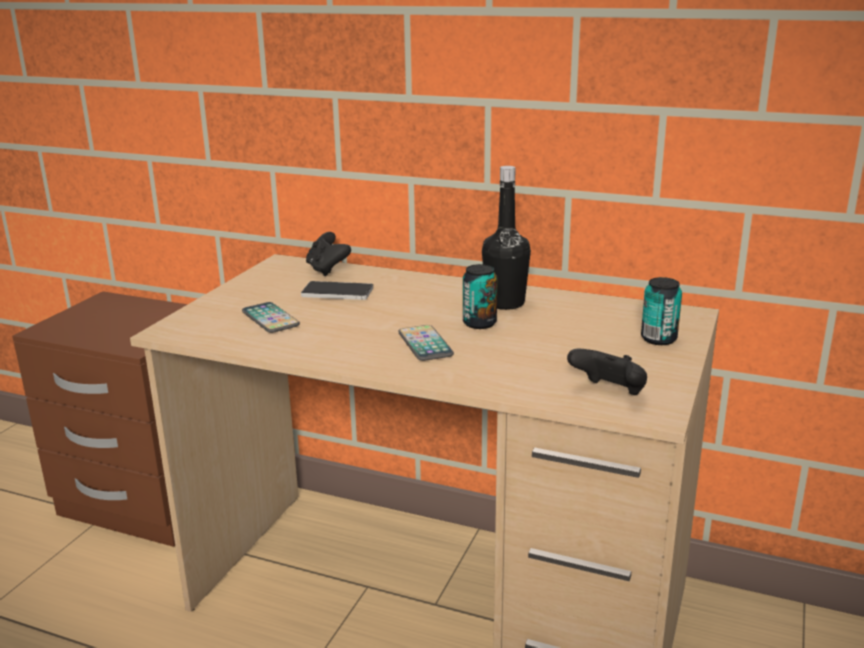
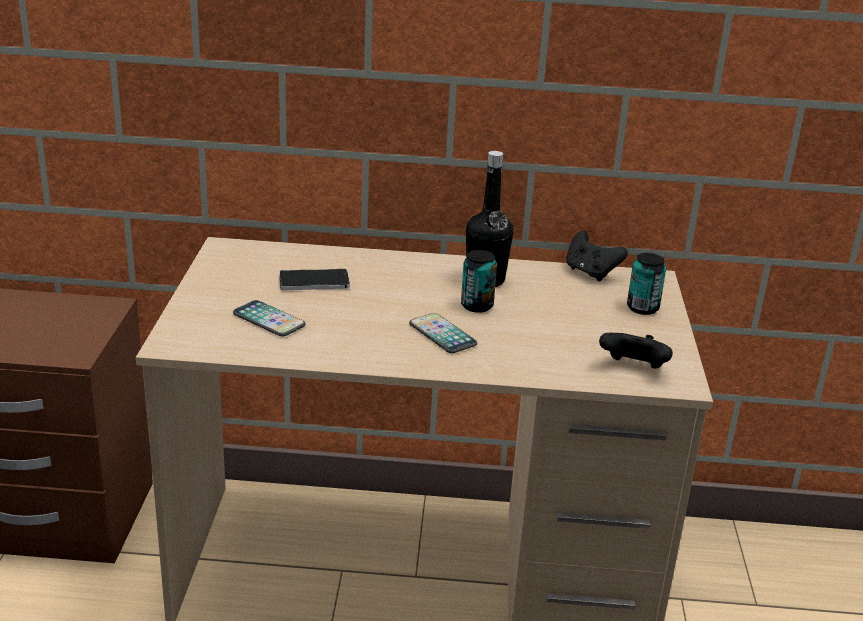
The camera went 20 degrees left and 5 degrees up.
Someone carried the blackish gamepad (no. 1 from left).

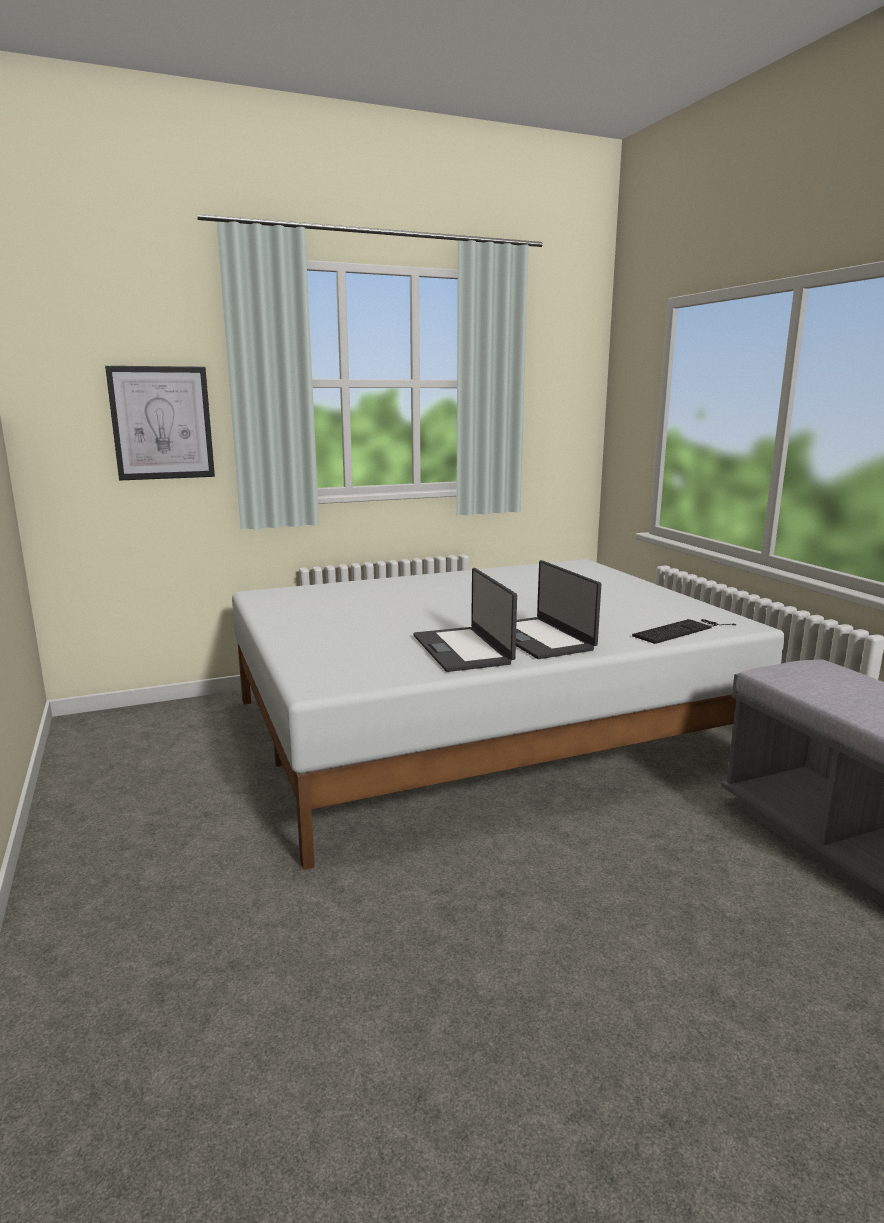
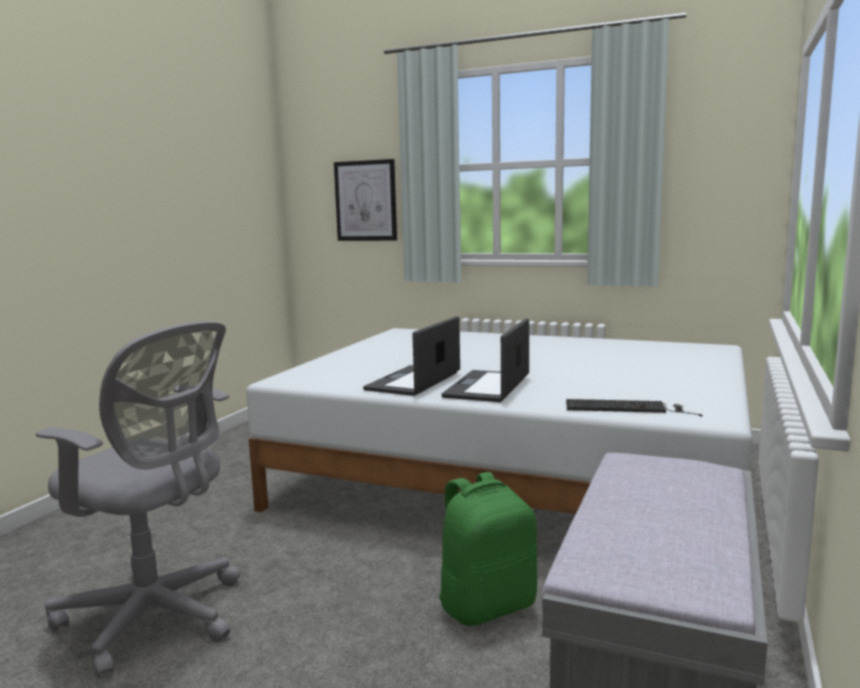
The camera went 45 degrees right and 5 degrees down.
Someone put down the gray desk chair.
Someone put down the green-coloured knapsack.

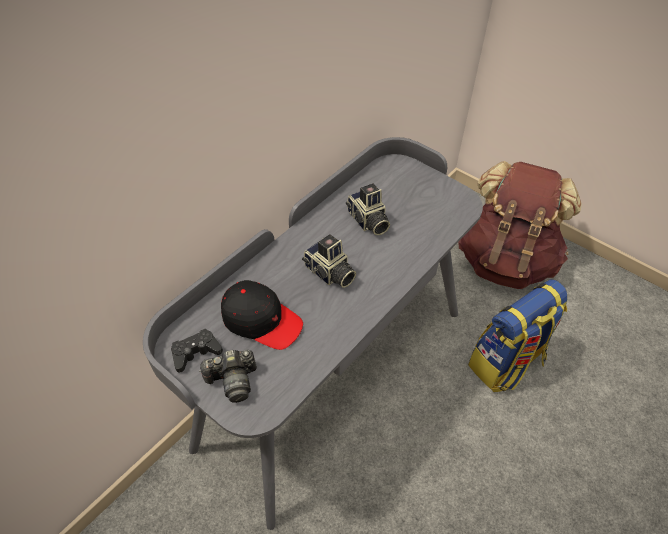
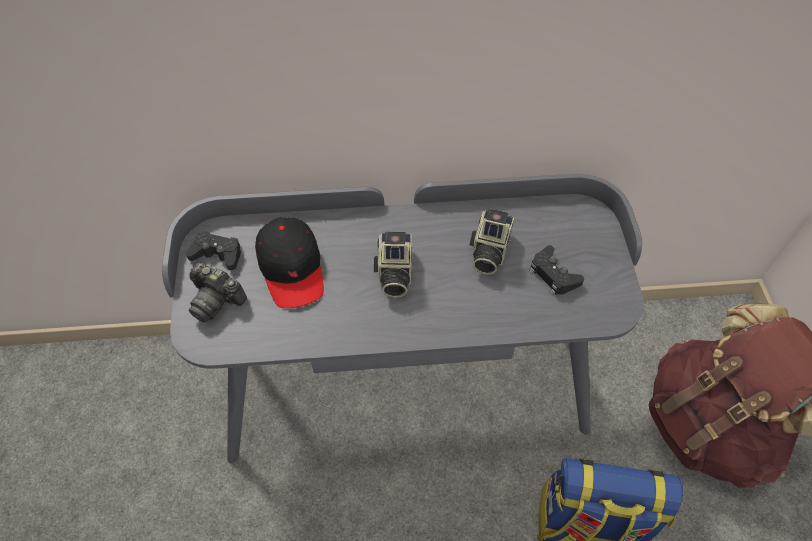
The camera went 45 degrees right and 5 degrees up.
Someone put down the blackish gamepad (no. 2 from left).

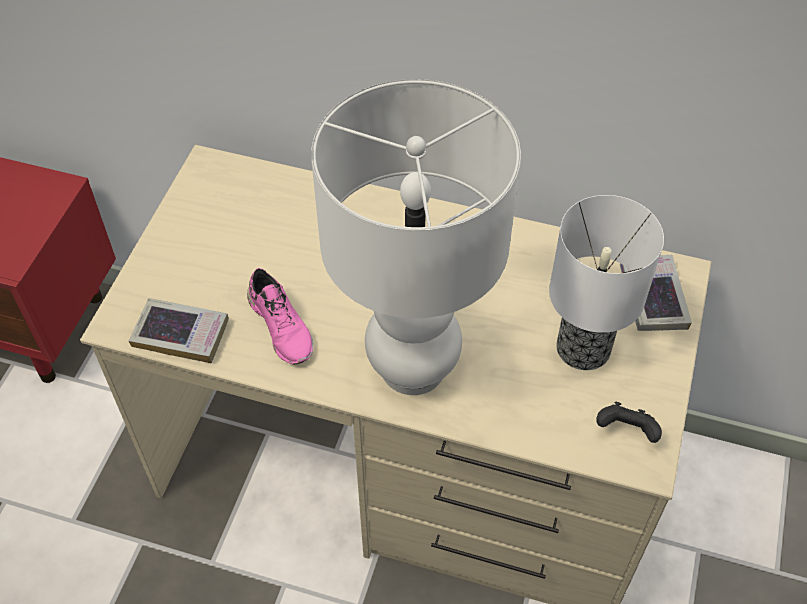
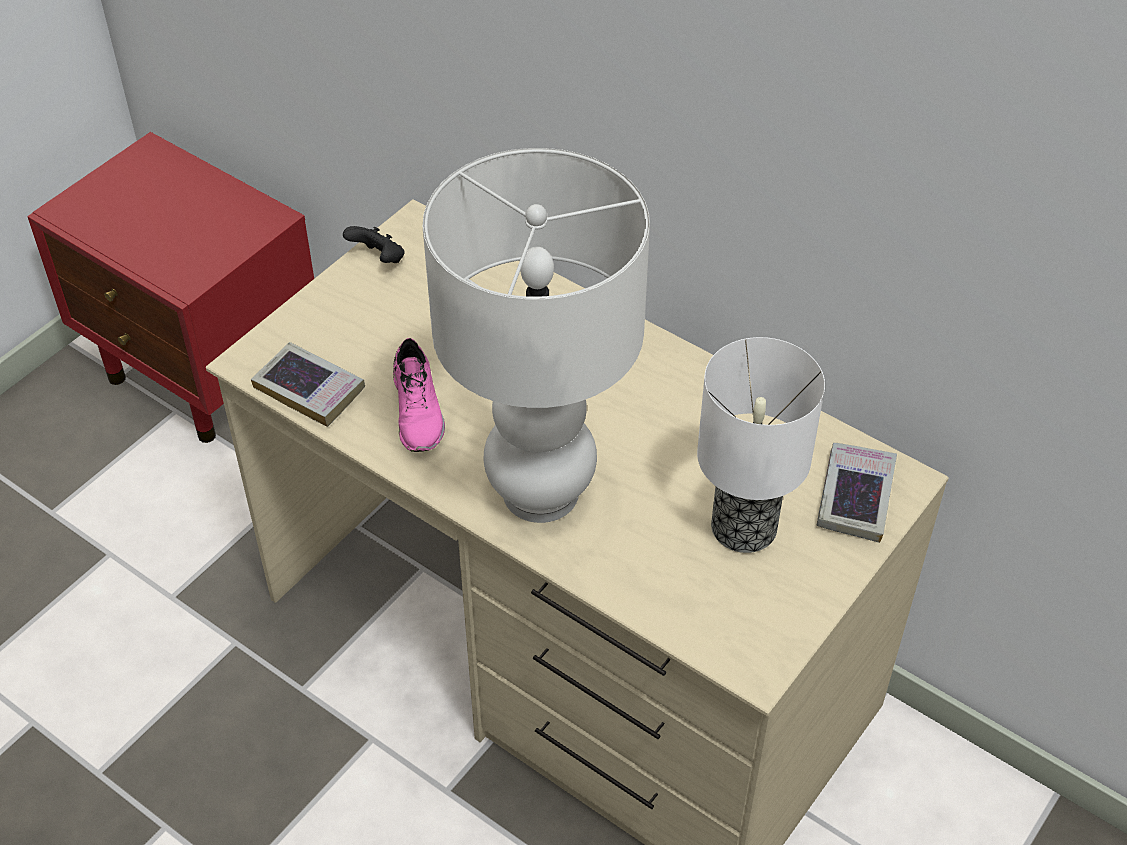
The camera went 20 degrees right and 5 degrees down.
Someone carried the blackish gamepad.

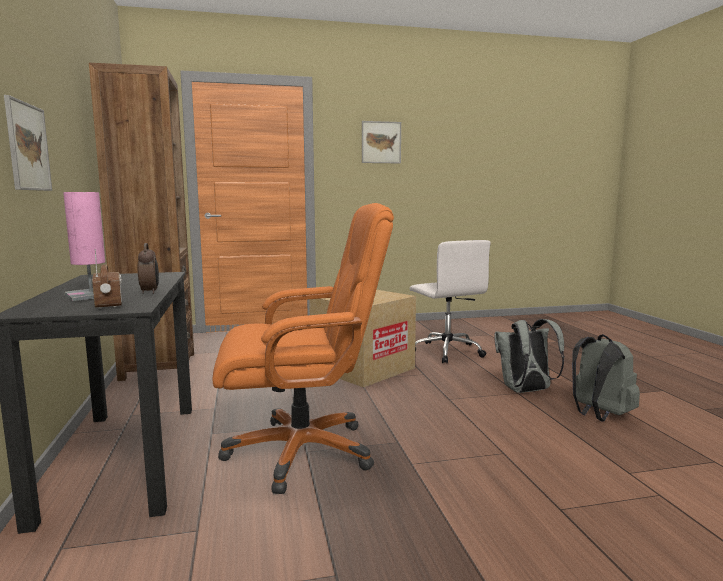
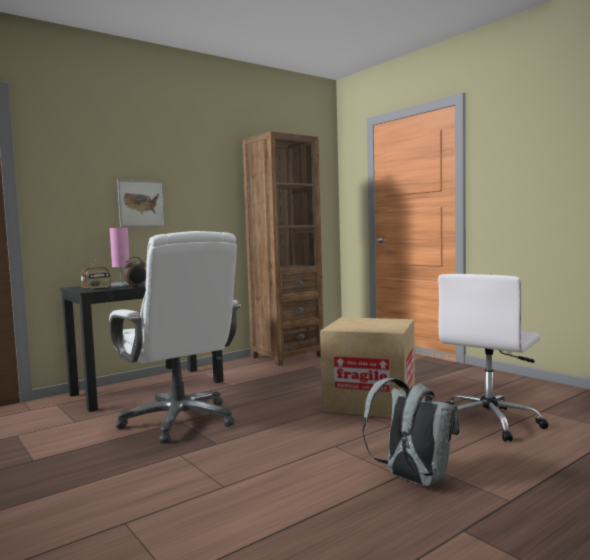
The camera went 65 degrees right and 5 degrees down.
Someone repainted the orangey desk chair, which became the white-coloured desk chair (no. 1 from left).
Someone took away the wall art (no. 2 from left).
Someone took away the gray knapsack (no. 2 from left).

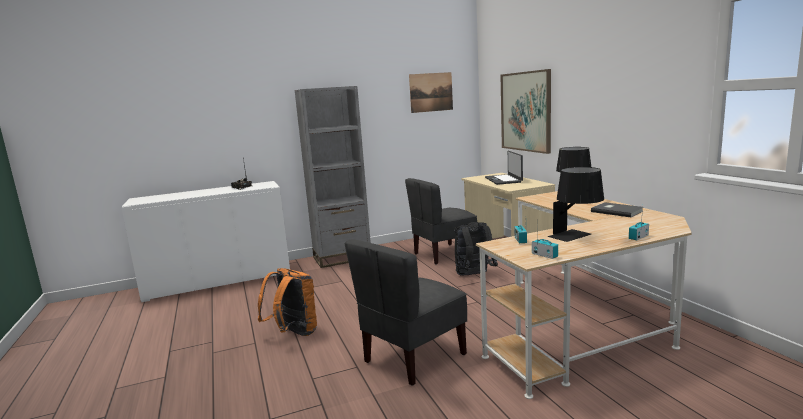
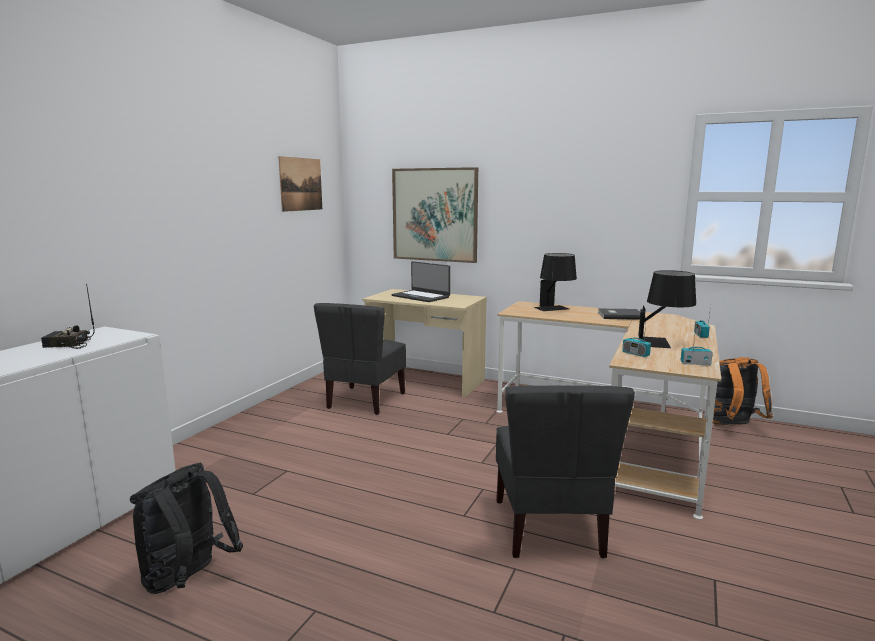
The camera went 45 degrees left and 0 degrees up.
Someone carried the blackish knapsack.
Someone carried the orangey knapsack.
Someone took away the gray shelving unit.

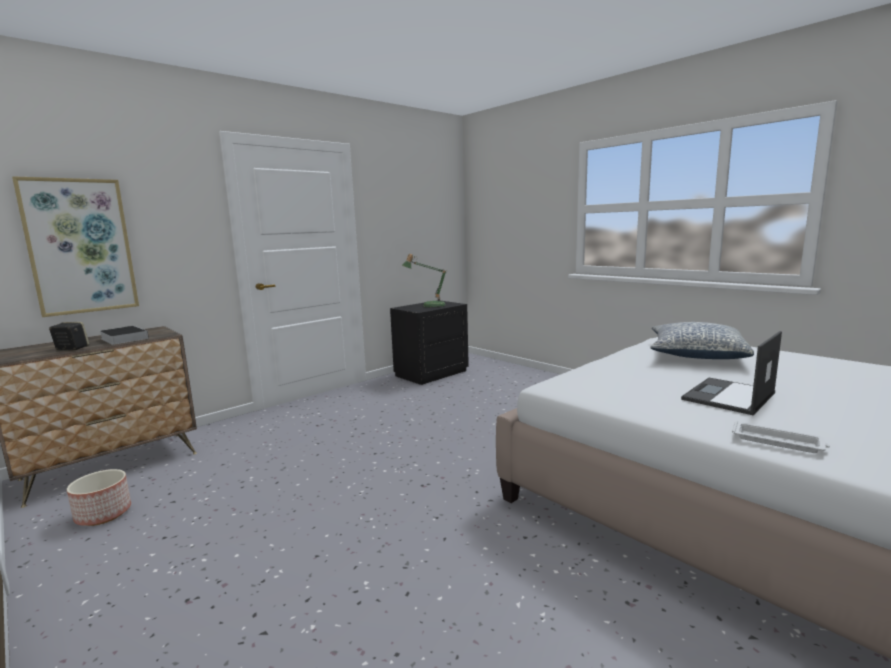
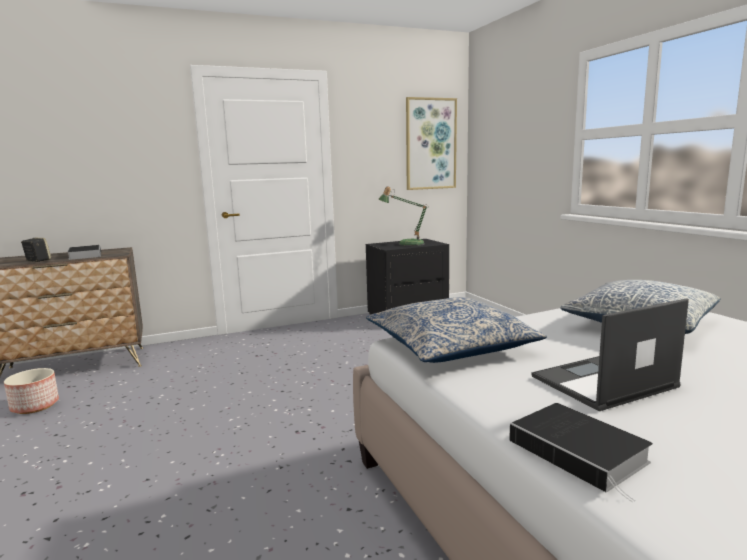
The camera went 20 degrees right and 0 degrees up.
Someone put down the pillow (no. 1 from left).
Someone carried the wall art.
Someone swapped the white-coloured tray for the book (no. 2 from left).

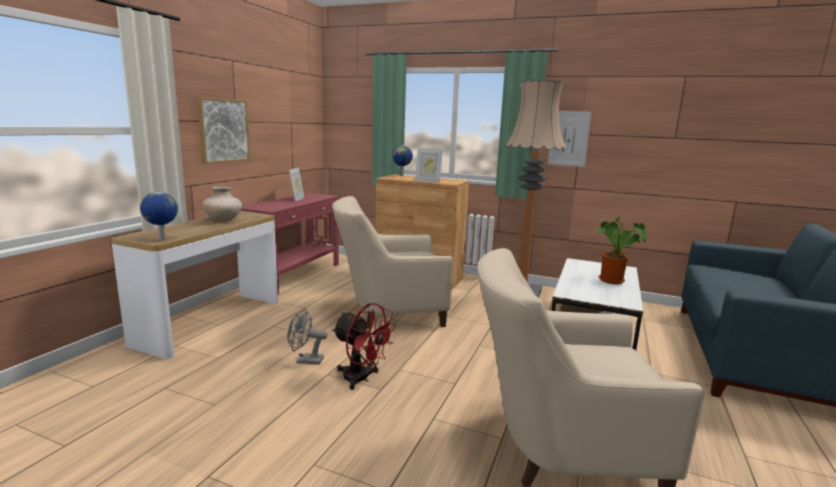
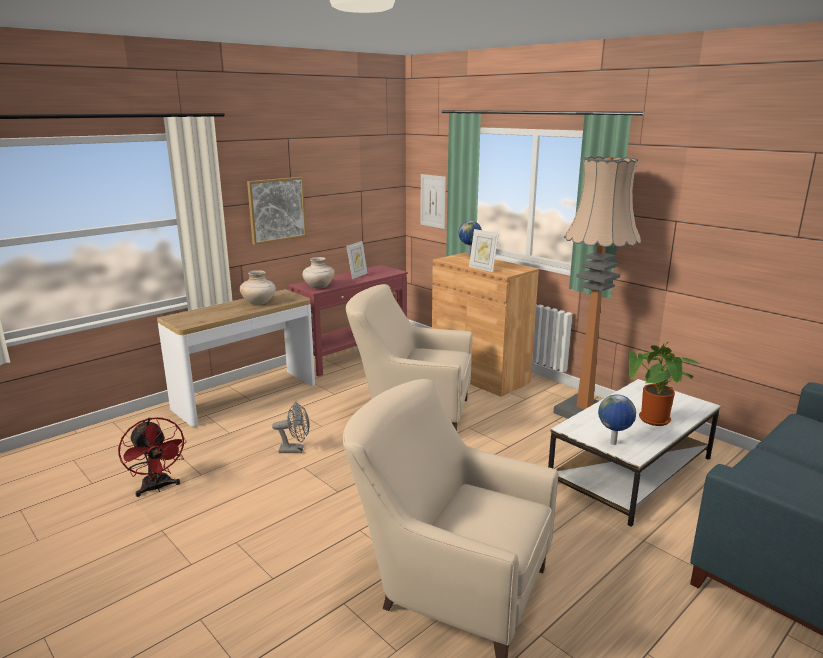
The camera went 25 degrees right and 5 degrees up.
Someone carried the reddish cooling fan.
Someone rotated the gray cooling fan by 150 degrees clockwise.
Someone put down the sand-coloured vase (no. 2 from left).
Someone carried the wall art (no. 2 from left).
Someone carried the world globe (no. 1 from left in the first image).

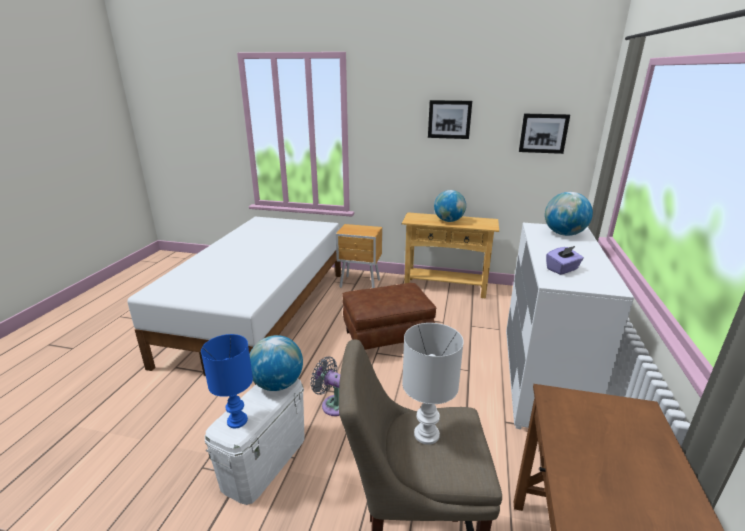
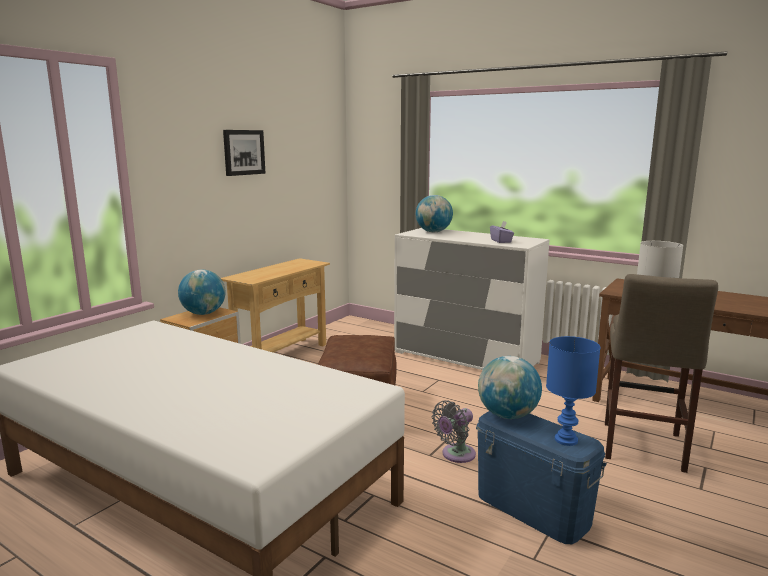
The camera went 70 degrees left and 10 degrees down.
Someone carried the world globe (no. 2 from left in the first image).
Someone repainted the white-coloured storage box, which became the bluish storage box.
Someone took away the wall art (no. 2 from left).

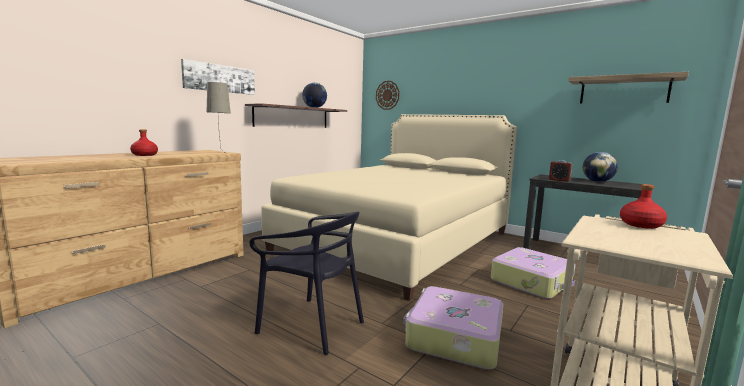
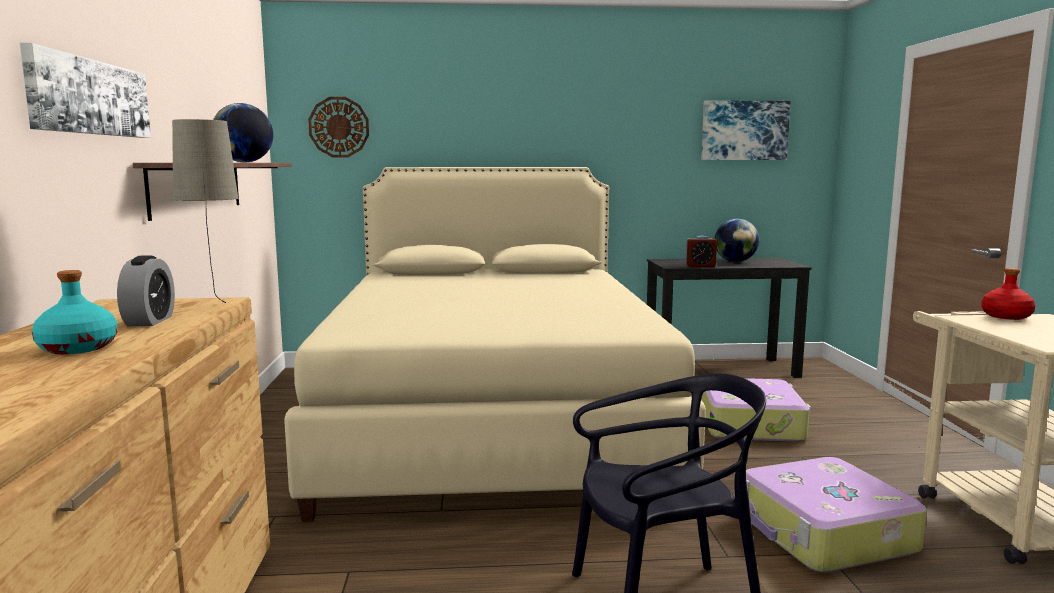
The camera went 40 degrees left and 0 degrees up.
Someone repainted the reddish drink bottle (no. 1 from left), which became the turquoise drink bottle.
Someone put down the alarm clock (no. 1 from left).
Someone swapped the shelf (no. 2 from left) for the wall art (no. 2 from left).

